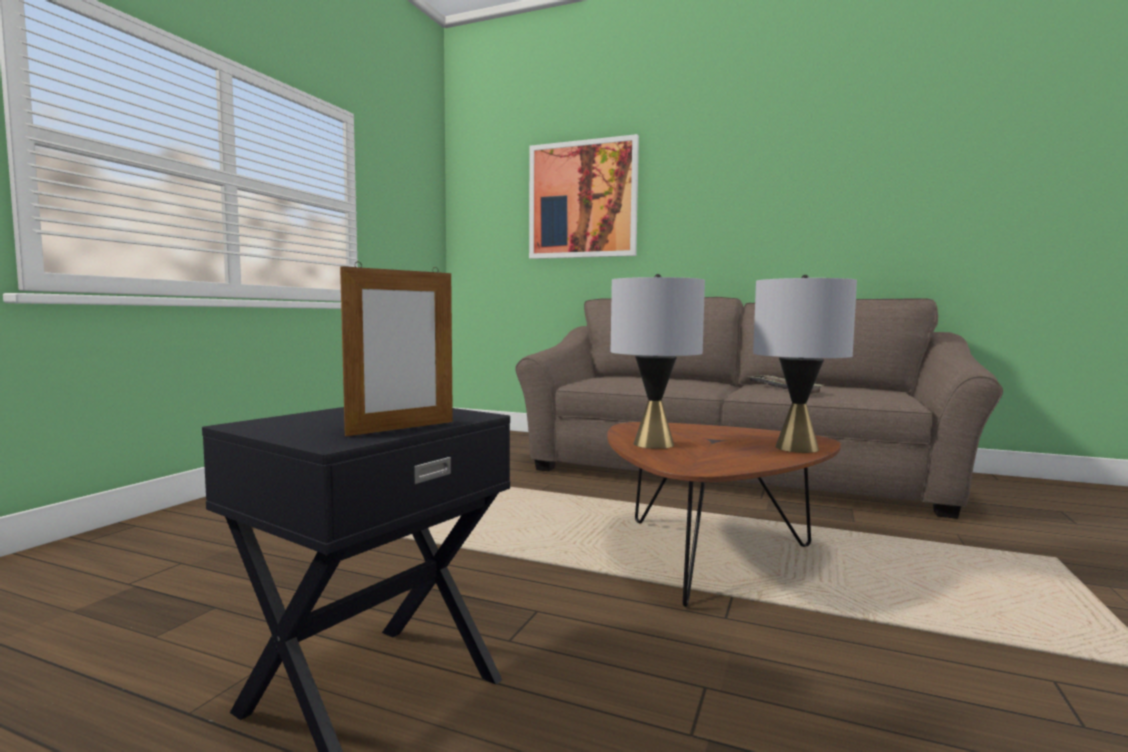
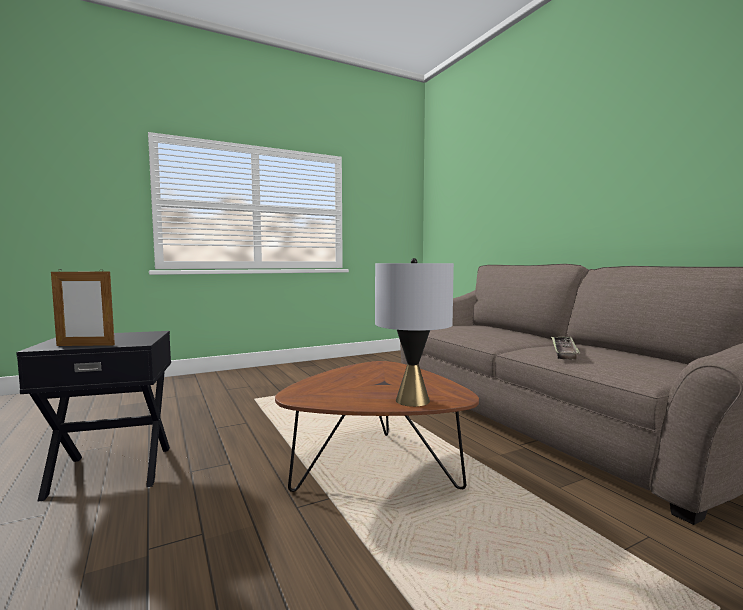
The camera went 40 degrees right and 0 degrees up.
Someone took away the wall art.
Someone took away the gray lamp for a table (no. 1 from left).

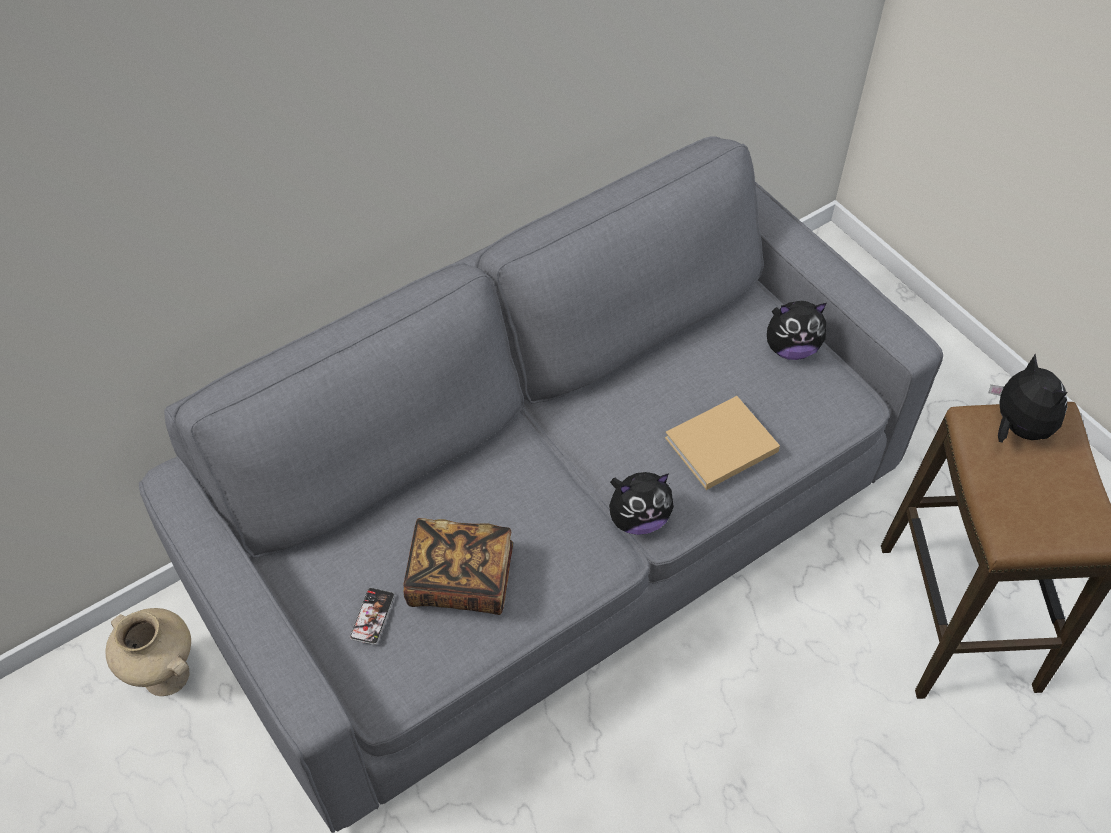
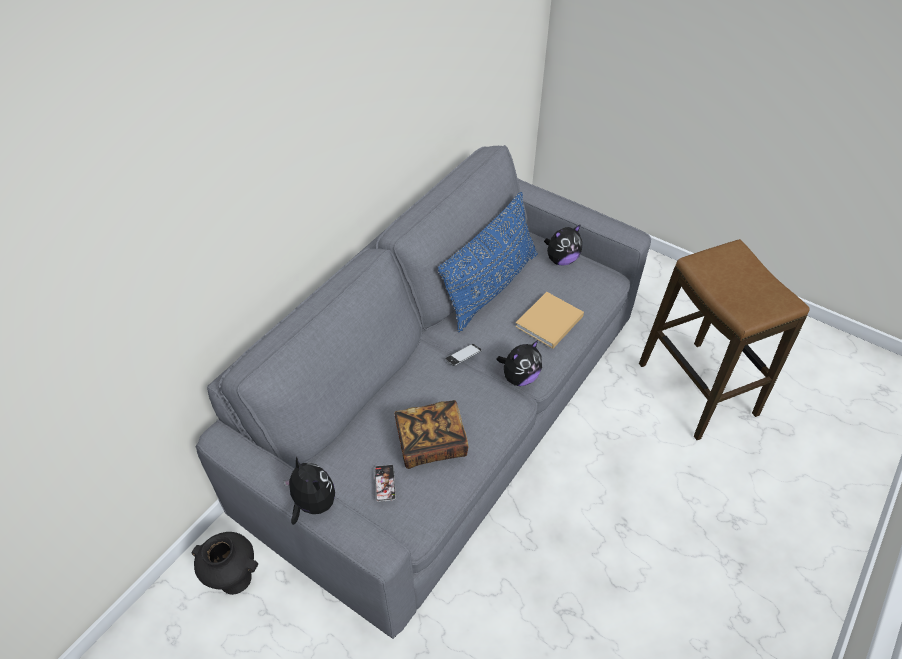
The camera went 20 degrees left and 5 degrees down.
Someone repainted the sand-coloured vase, which became the blackish vase.
Someone carried the plush toy (no. 3 from left in the first image).
Someone put down the bluish pillow.
Someone put down the telephone (no. 2 from left).

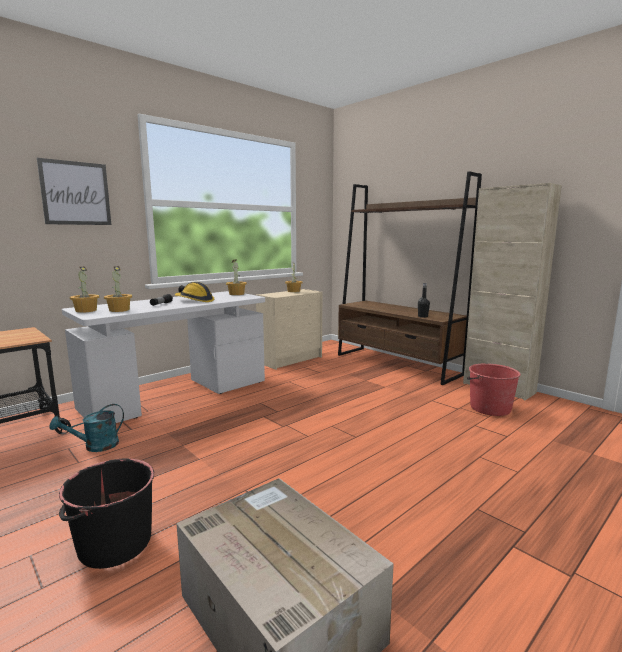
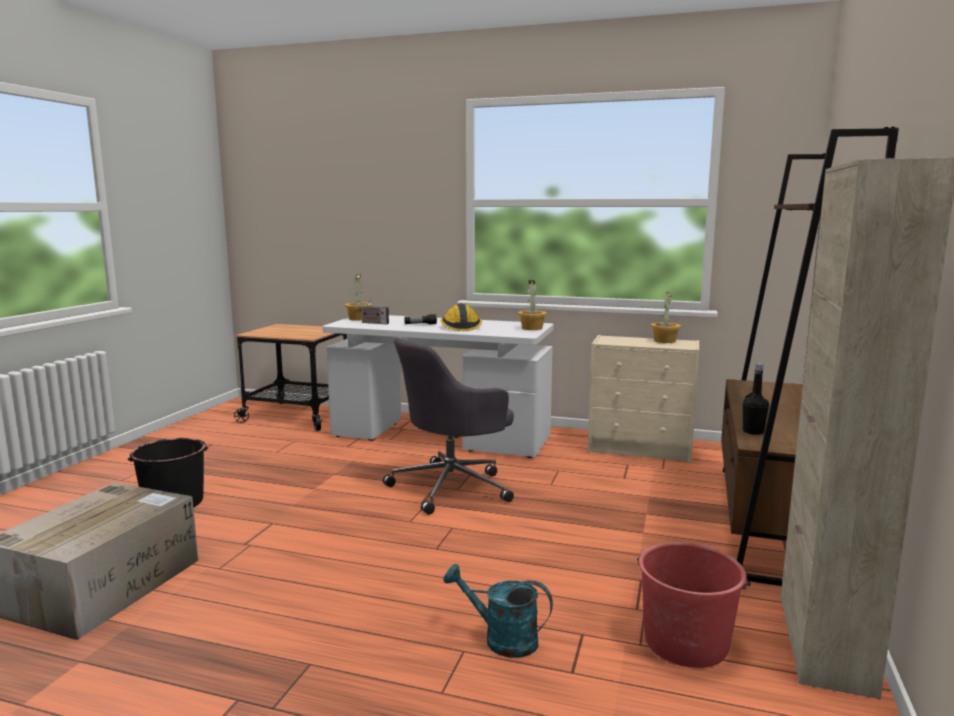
The camera went 60 degrees right and 0 degrees up.
Someone swapped the plant in a pot (no. 2 from left) for the radio.
Someone put down the gray desk chair.
Someone carried the turquoise watering pot.
Someone took away the wall art.

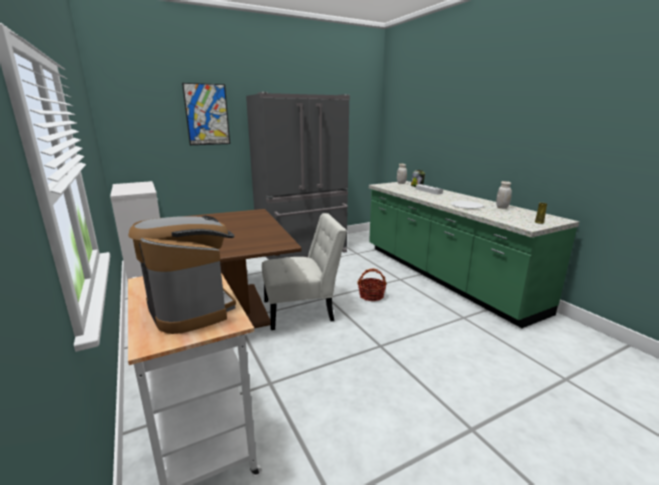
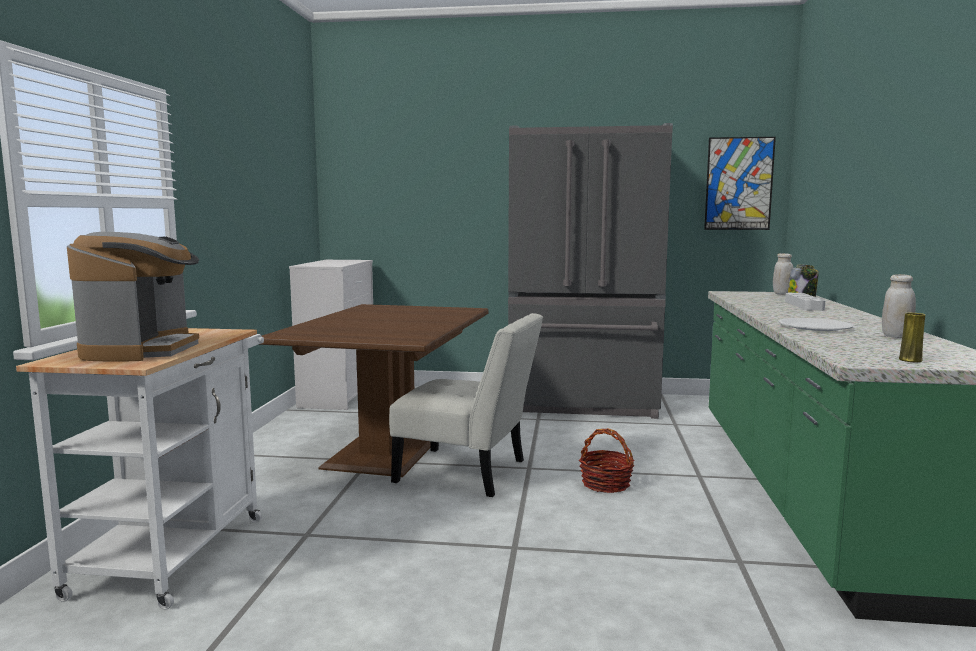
The camera went 35 degrees right and 10 degrees down.
Someone carried the wall art.

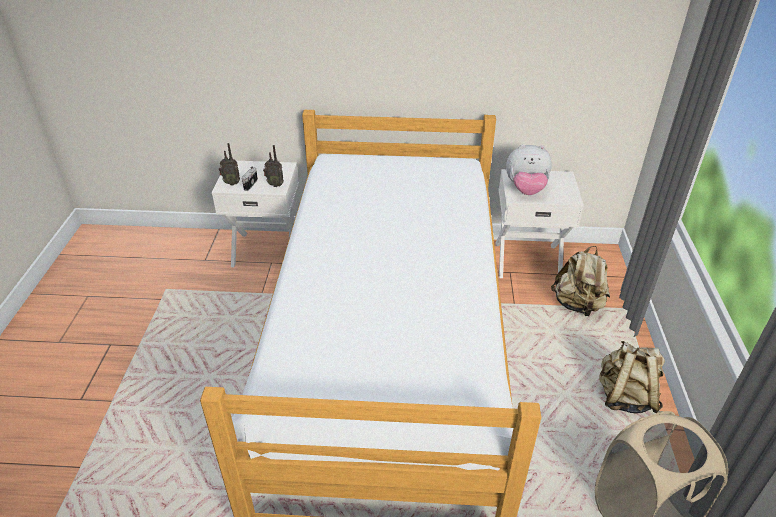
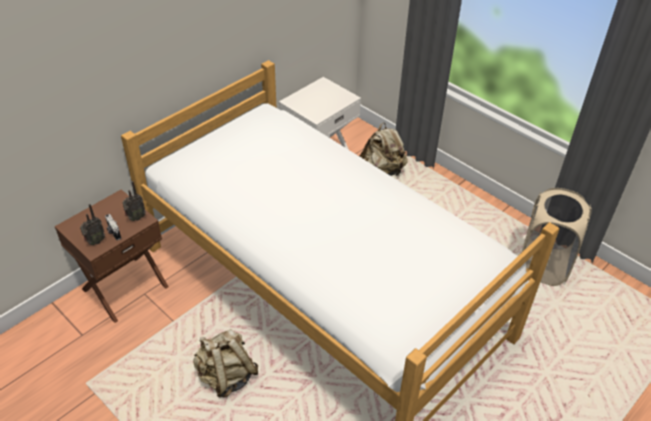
The camera went 50 degrees left and 5 degrees up.
Someone repainted the white-coloured nightstand (no. 1 from left), which became the brown-coloured nightstand.
Someone carried the sand-coloured knapsack (no. 2 from left in the first image).
Someone took away the plush toy.

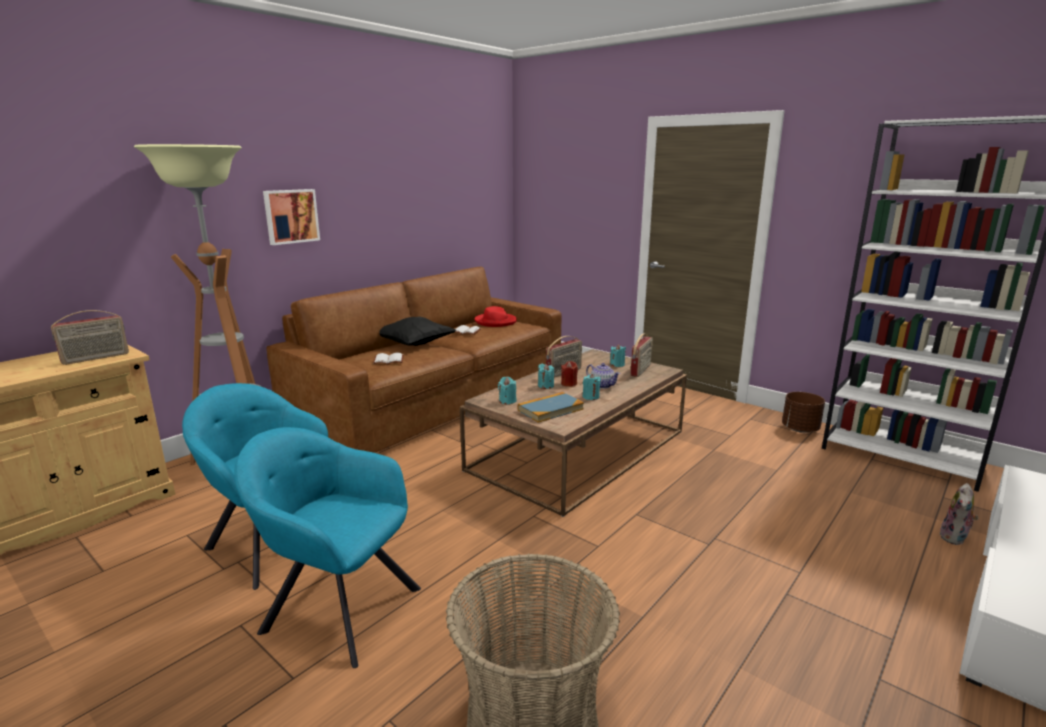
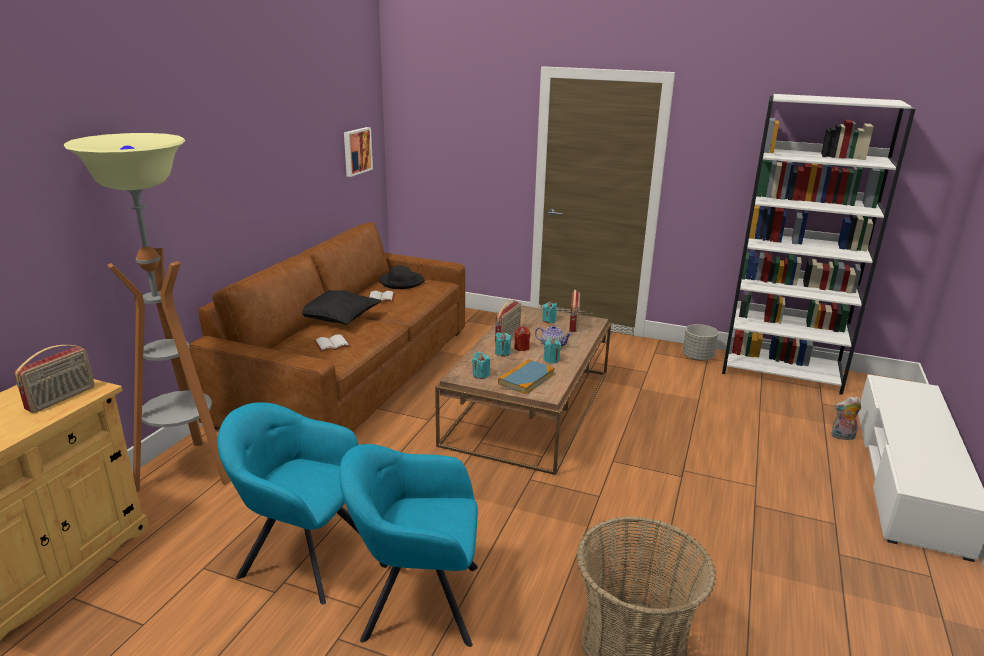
The camera went 20 degrees left and 5 degrees up.
Someone carried the wall art.
Someone repainted the reddish wearable hat, which became the blackish wearable hat.
Someone repainted the brown-coloured planter, which became the gray planter.
Someone rotated the plush toy by 75 degrees clockwise.

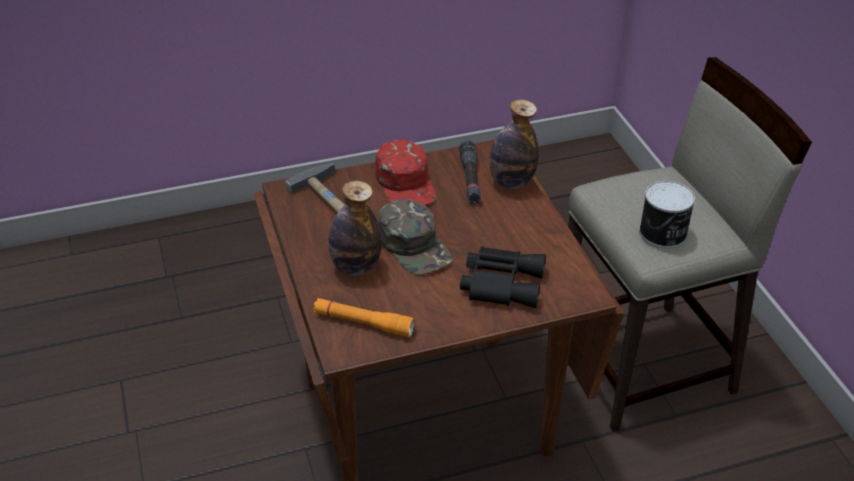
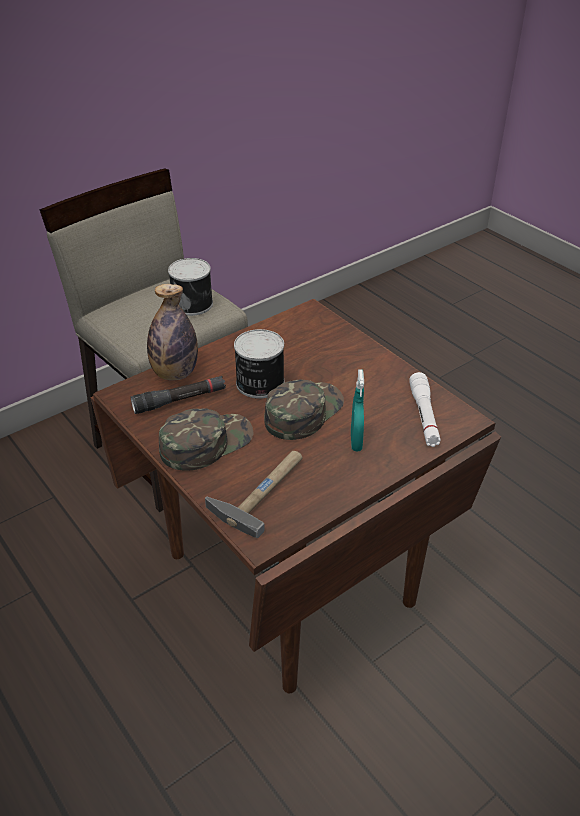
The camera went 110 degrees left and 0 degrees up.
Someone repainted the reddish peaked cap, which became the green-coloured peaked cap (no. 1 from left).
Someone put down the can (no. 2 from left).
Someone swapped the drink bottle (no. 1 from left) for the turquoise hand sprayer.
Someone repainted the orangey flashlight, which became the white-coloured flashlight.
Someone took away the blackish pair of binoculars.

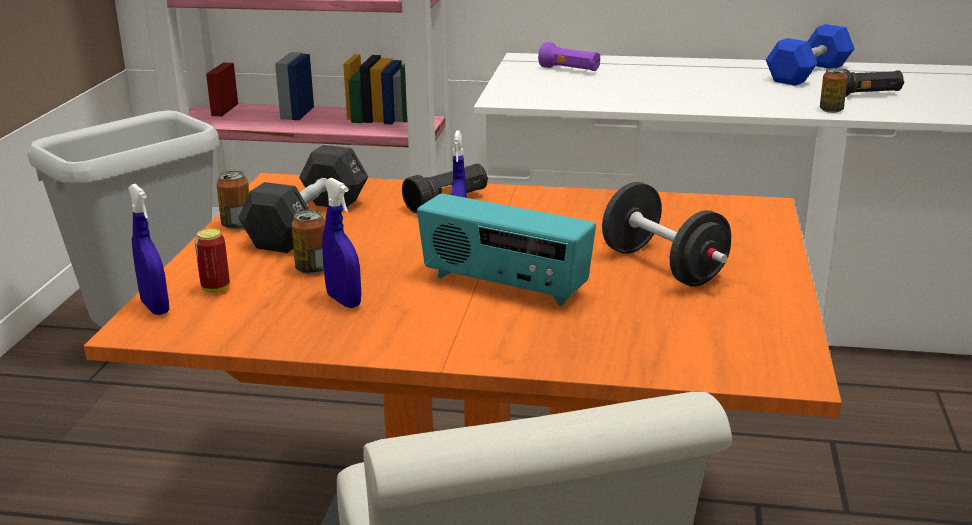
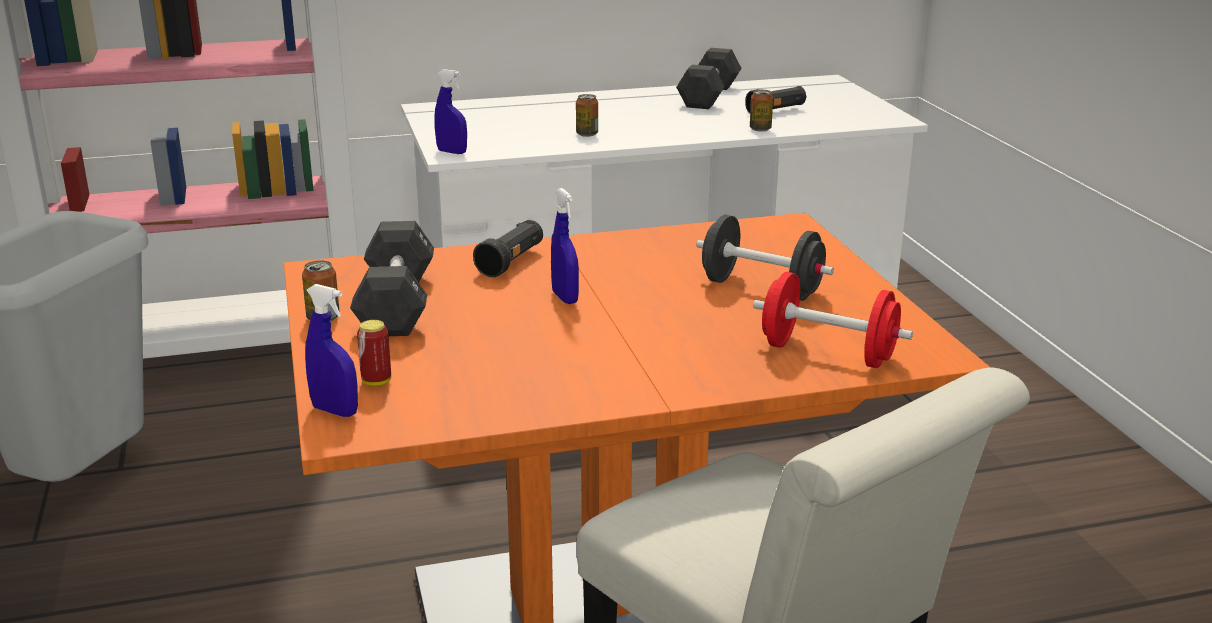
The camera went 25 degrees left and 0 degrees up.
Someone carried the bluish hand sprayer (no. 2 from left).
Someone carried the can (no. 3 from left).
Someone repainted the bluish dumbbell, which became the blackish dumbbell (no. 2 from left).
Someone put down the reddish dumbbell.
Someone took away the radio.
Someone took away the purplish flashlight.

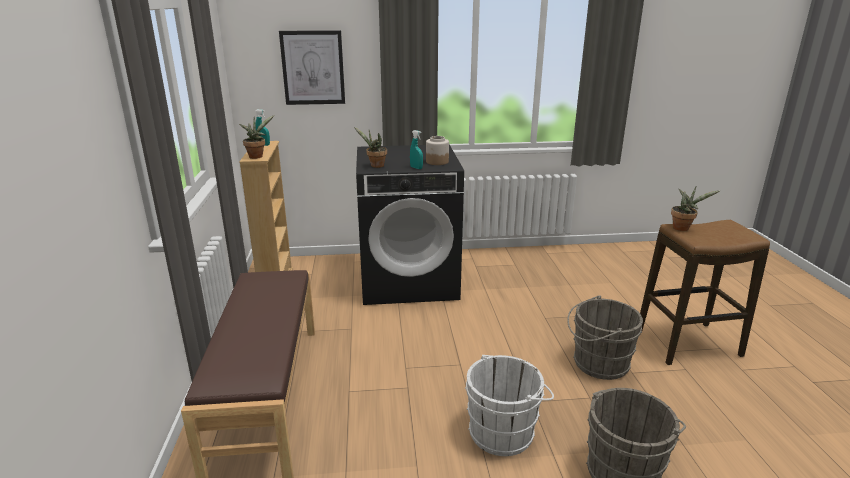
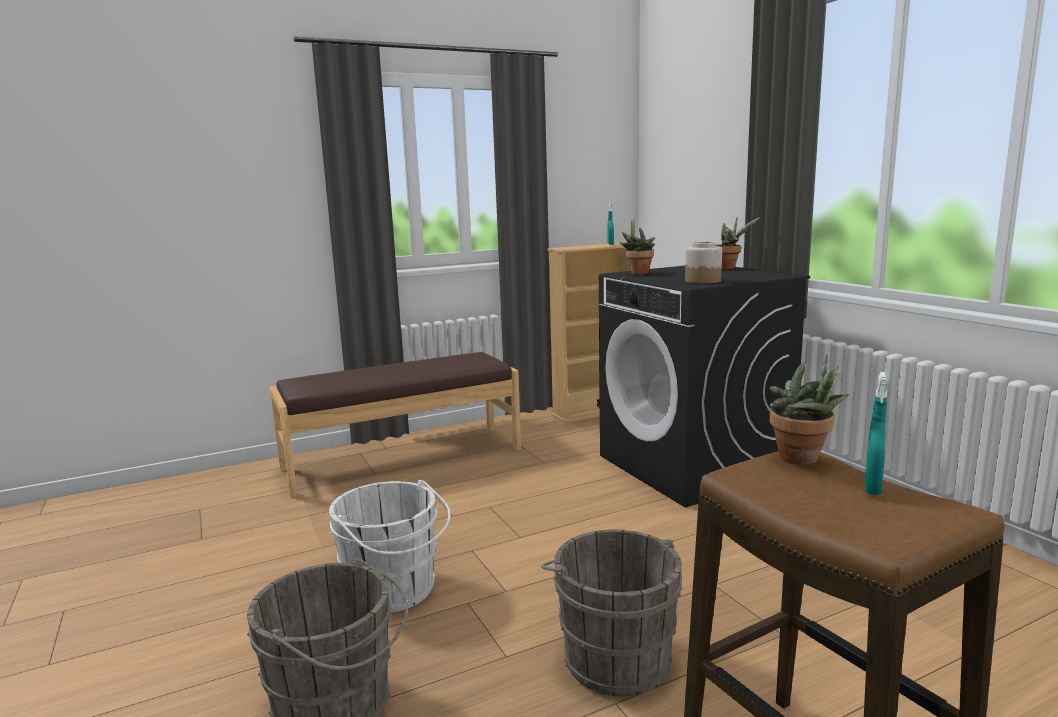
The camera went 70 degrees right and 10 degrees down.
Someone carried the plant in a pot (no. 1 from left in the first image).
Someone carried the turquoise hand sprayer (no. 2 from left).
Someone took away the wall art.

